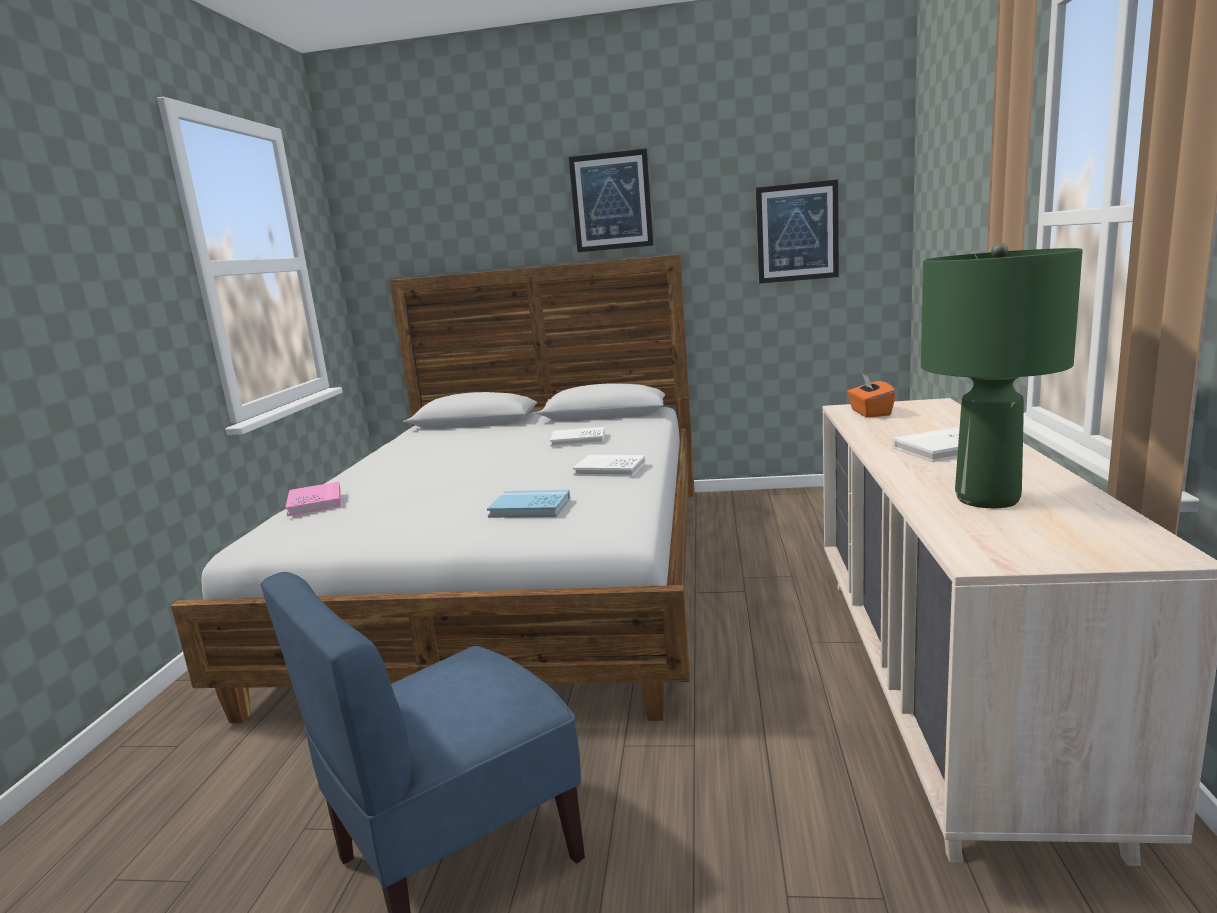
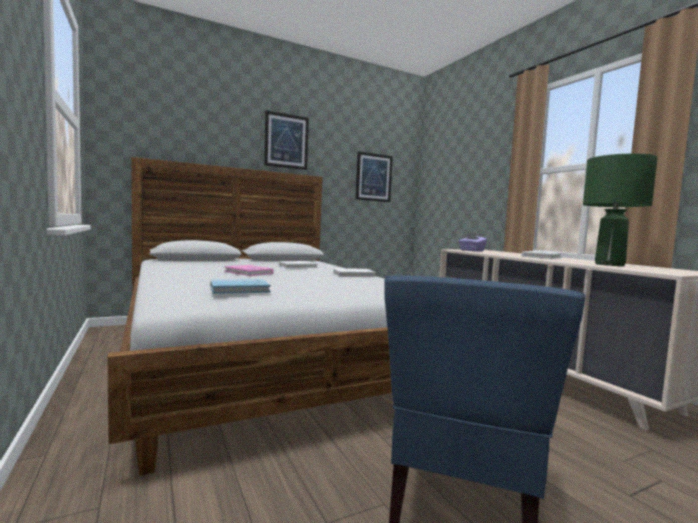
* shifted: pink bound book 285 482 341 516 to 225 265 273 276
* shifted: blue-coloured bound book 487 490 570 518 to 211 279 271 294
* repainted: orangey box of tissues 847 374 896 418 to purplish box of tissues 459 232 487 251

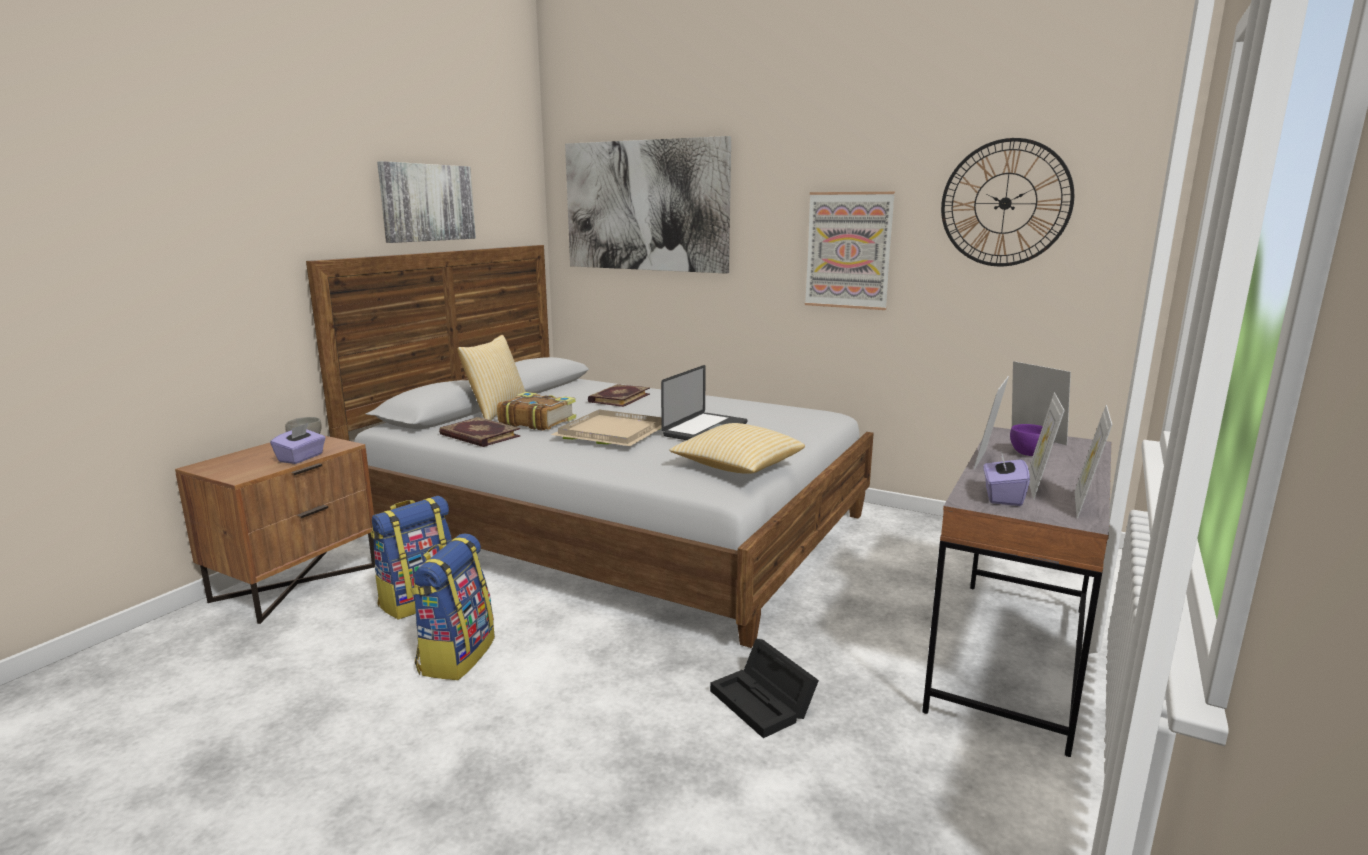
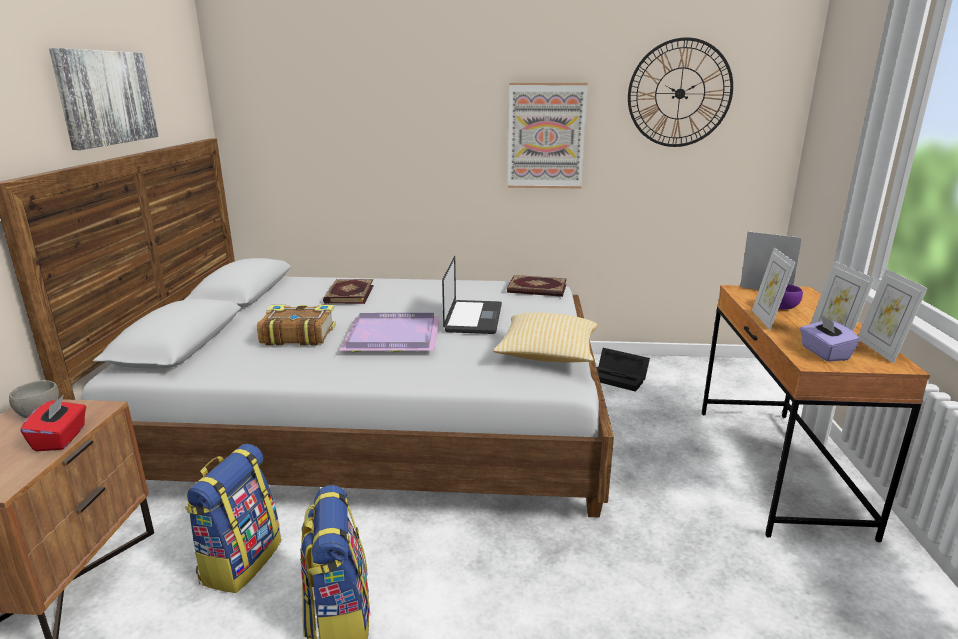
* gone: cushion 457 335 526 420
* gone: wall picture 565 136 731 274
* shifted: bound book 439 417 521 447 to 507 275 567 297
* shifted: black-coloured storage bin 710 639 819 738 to 597 348 650 392
* repainted: purplish box of tissues 270 423 325 464 to reddish box of tissues 21 395 86 451
* repainted: beige carrying tray 551 410 662 446 to purplish carrying tray 339 313 440 352
* repainted: grey desk table 922 427 1111 757 to brown desk table 702 285 930 542

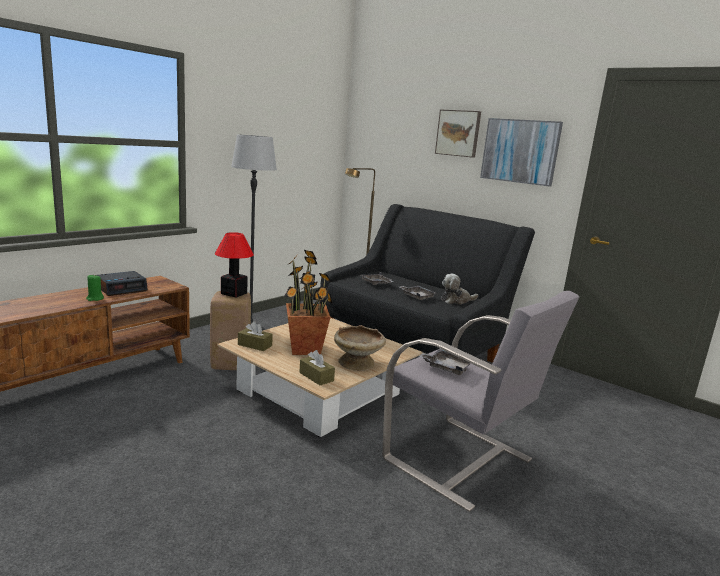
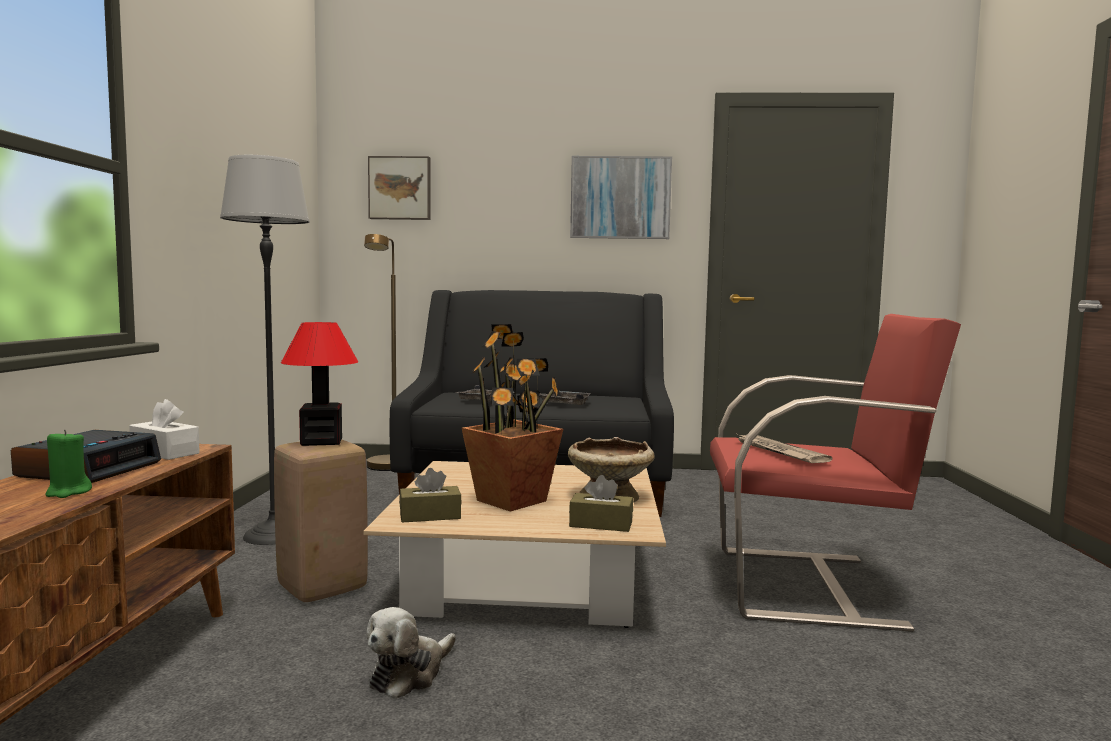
* new: white box of tissues 129 399 200 460
* shifted: wall picture 435 110 481 158 to 368 156 431 220
* shifted: plush toy 441 274 478 305 to 366 607 456 699
* swapped: grey carrying tray 419 349 471 375 to printed paper 735 433 832 463
* repainted: grey easy chair 382 291 580 512 to reddish easy chair 710 314 961 632

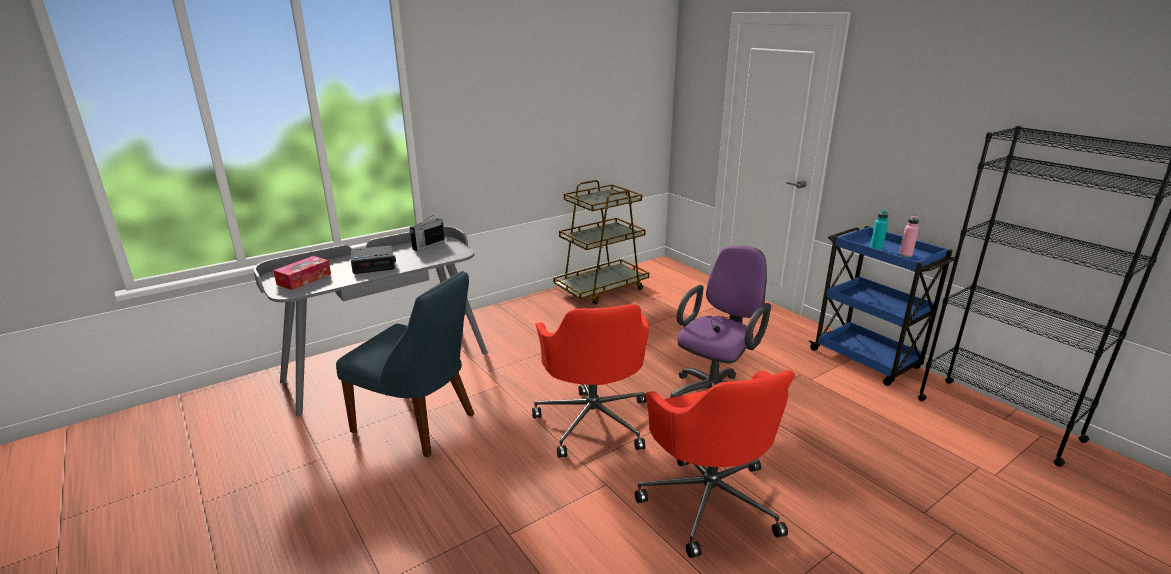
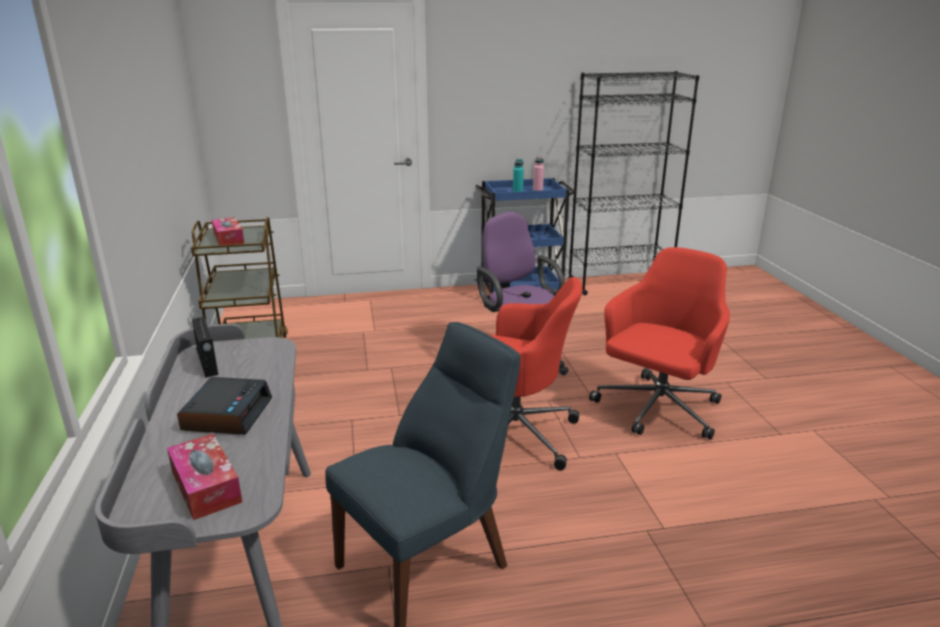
* new: box of tissues 212 217 244 245
* rotated: reddish office chair 635 370 795 558 = 589 247 730 440 60 degrees counterclockwise

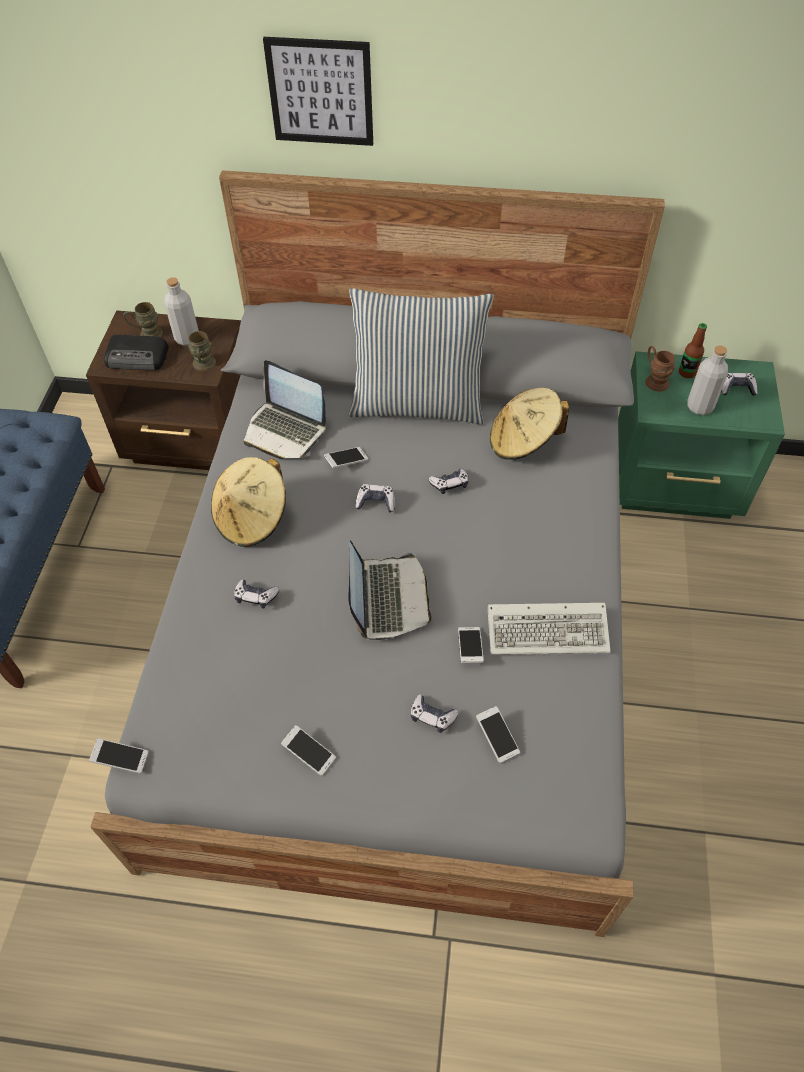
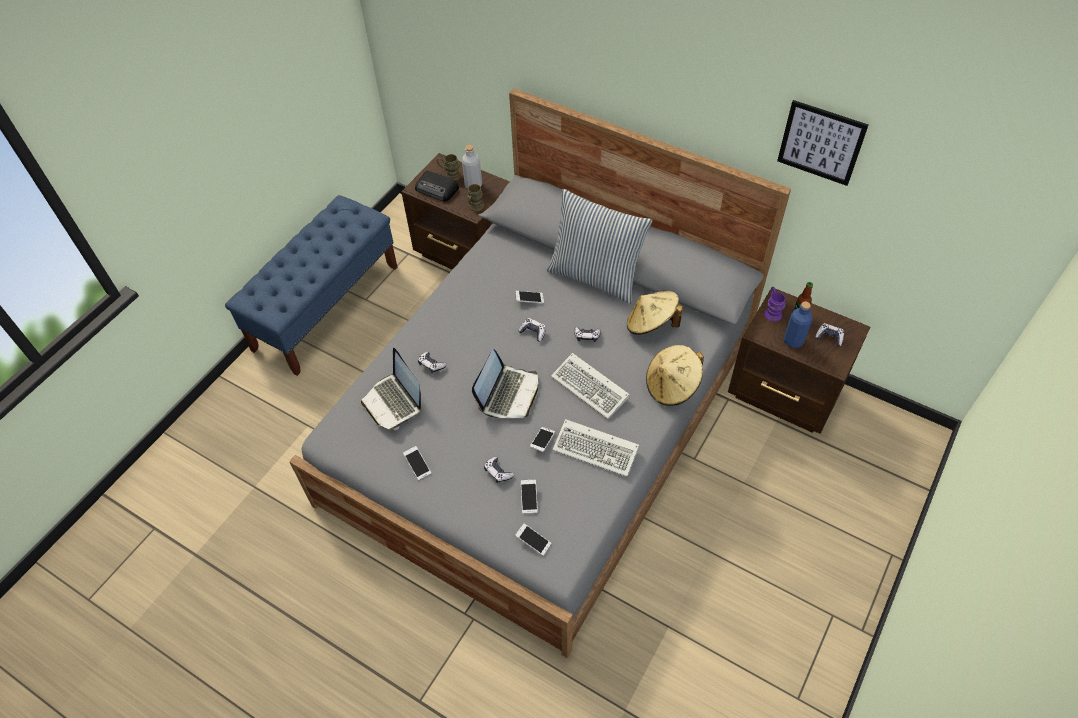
* new: computer keyboard 551 353 630 419
* shifted: handset 89 738 149 774 to 515 523 551 556
* shifted: beige hat 211 457 286 547 to 646 345 704 406
* shifted: laptop 243 360 326 459 to 361 348 421 430
* shifted: wall picture 263 37 373 146 to 777 100 868 186
* repainted: greenish nightstand 618 351 785 519 to brown nightstand 728 287 870 434
* repainted: brown mug 645 346 675 392 to purplish mug 764 287 785 322
* repainted: grey beverage bottle 687 345 728 415 to blue-coloured beverage bottle 784 301 812 348

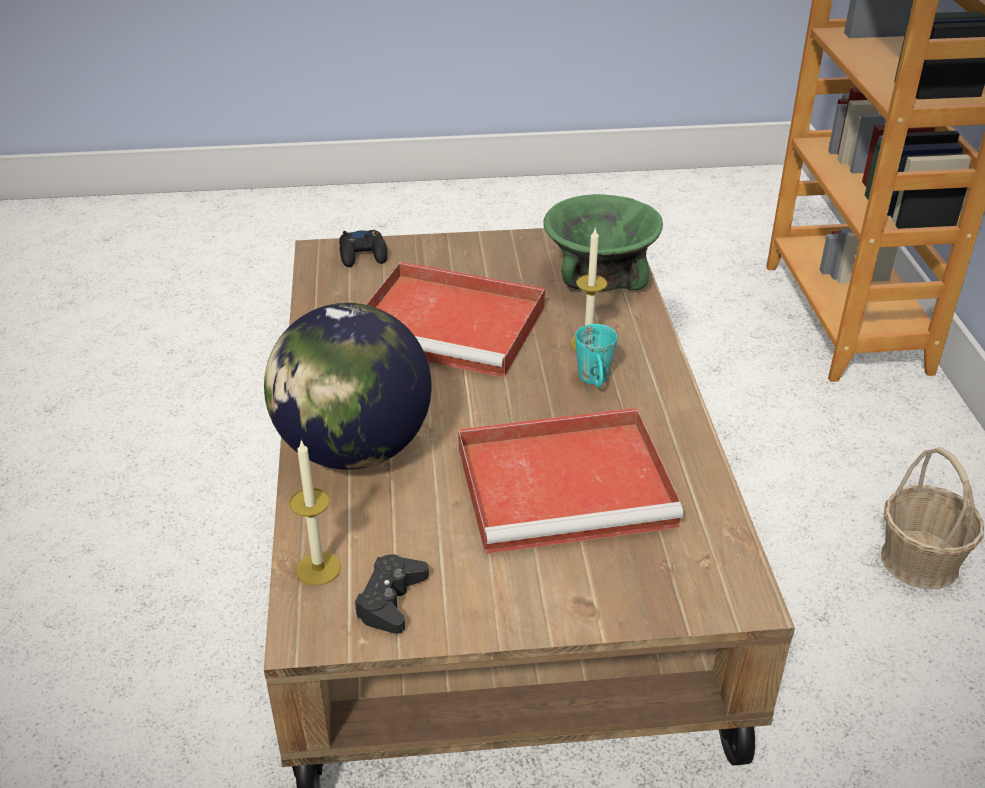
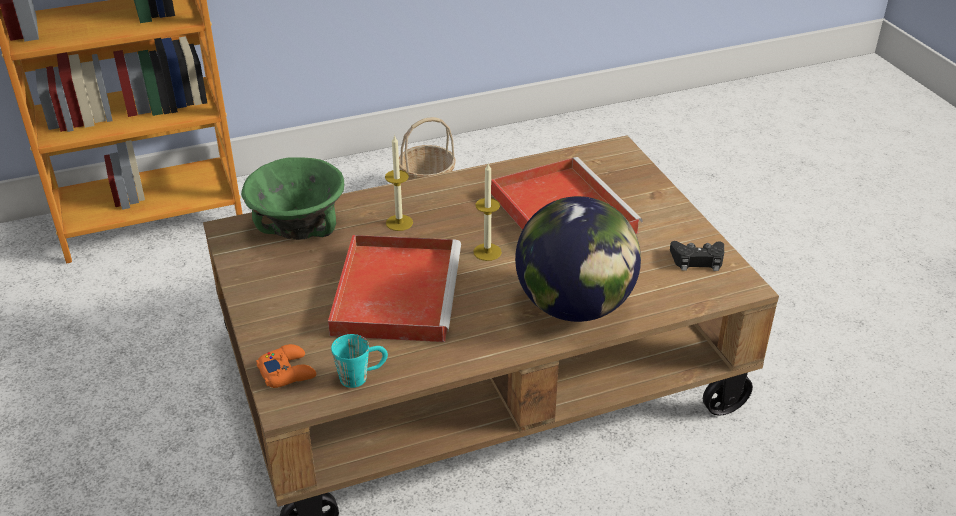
* shifted: wax candle 289 440 341 586 to 473 164 502 261
* shifted: turquoise-coloured mug 575 324 617 387 to 331 334 388 388
* repainted: black-coloured game controller 339 230 388 267 to orangey game controller 256 344 316 388

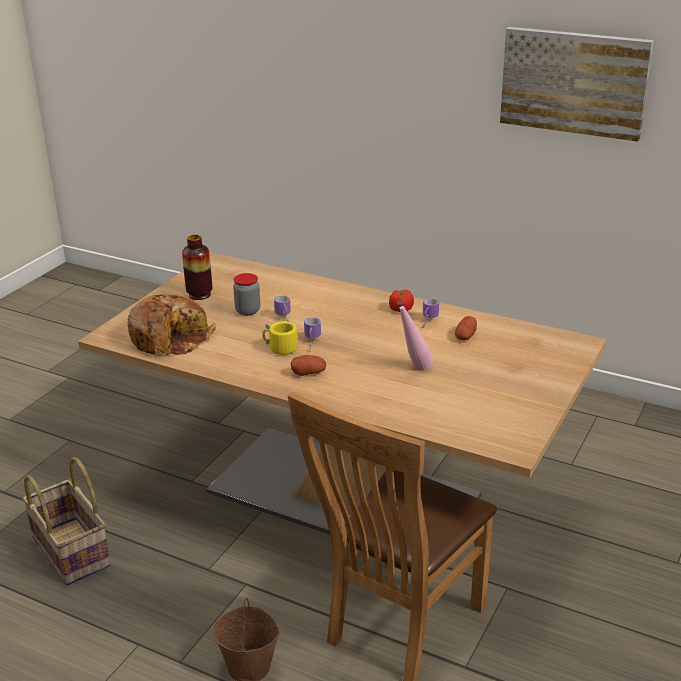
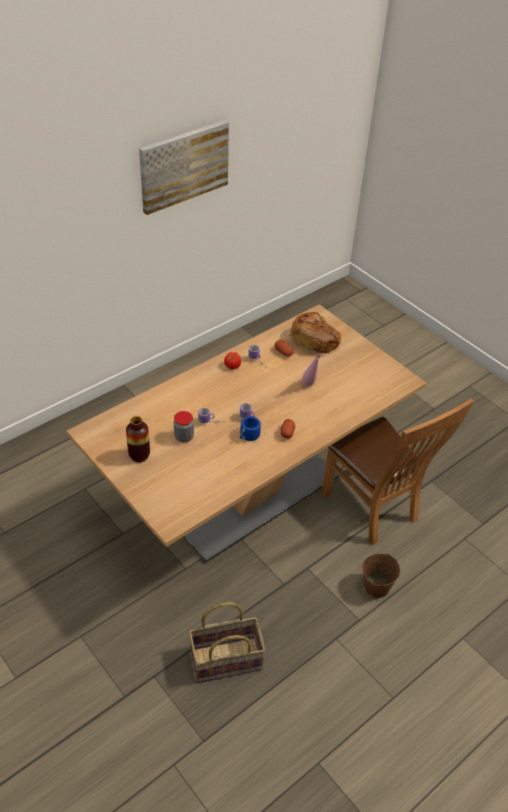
* shifted: baked bread 128 295 216 355 to 289 312 341 354
* repainted: yellow-coloured mug 262 321 298 360 to blue-coloured mug 240 416 261 441

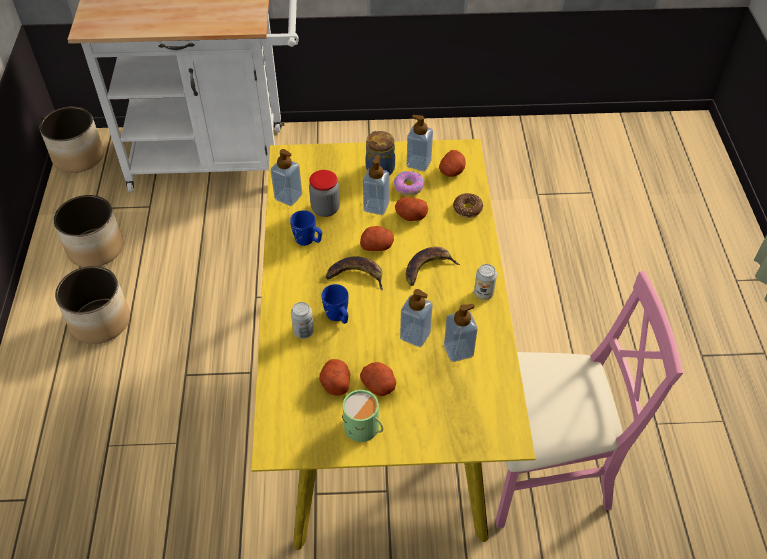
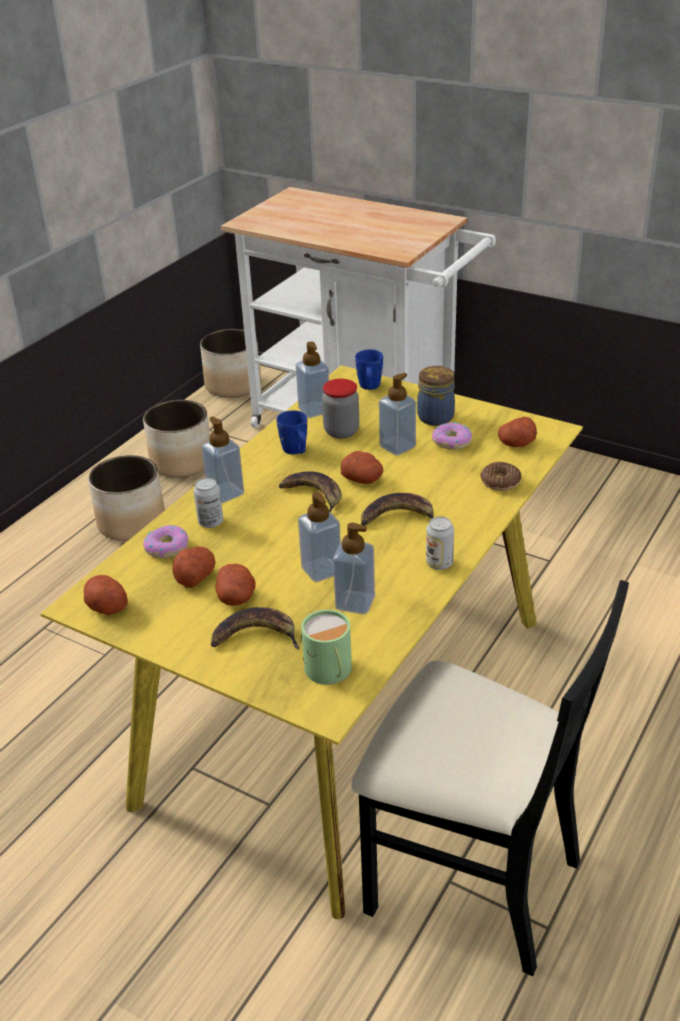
* new: donut 143 525 188 559
* new: banana fruit 211 607 299 649
* shifted: blue-coloured mug 321 284 349 324 to 355 349 383 390
* shifted: greenish mug 342 390 383 442 to 301 610 352 685
* shifted: spud 395 197 428 221 to 84 575 128 615
* shifted: soap dispenser 407 115 433 171 to 201 417 244 503
* repainted: pink upright chair 496 271 683 528 to black-coloured upright chair 351 580 629 976

